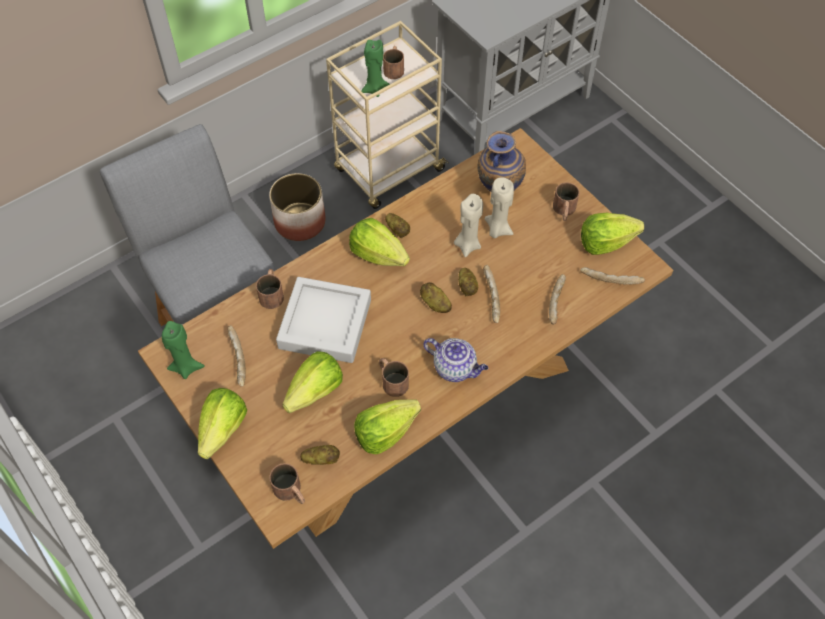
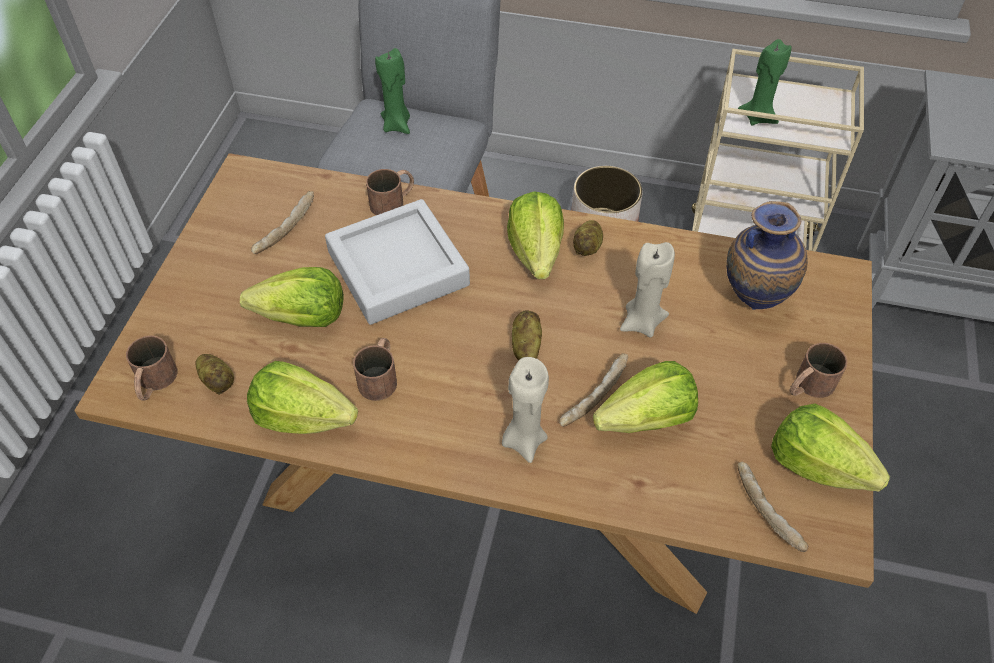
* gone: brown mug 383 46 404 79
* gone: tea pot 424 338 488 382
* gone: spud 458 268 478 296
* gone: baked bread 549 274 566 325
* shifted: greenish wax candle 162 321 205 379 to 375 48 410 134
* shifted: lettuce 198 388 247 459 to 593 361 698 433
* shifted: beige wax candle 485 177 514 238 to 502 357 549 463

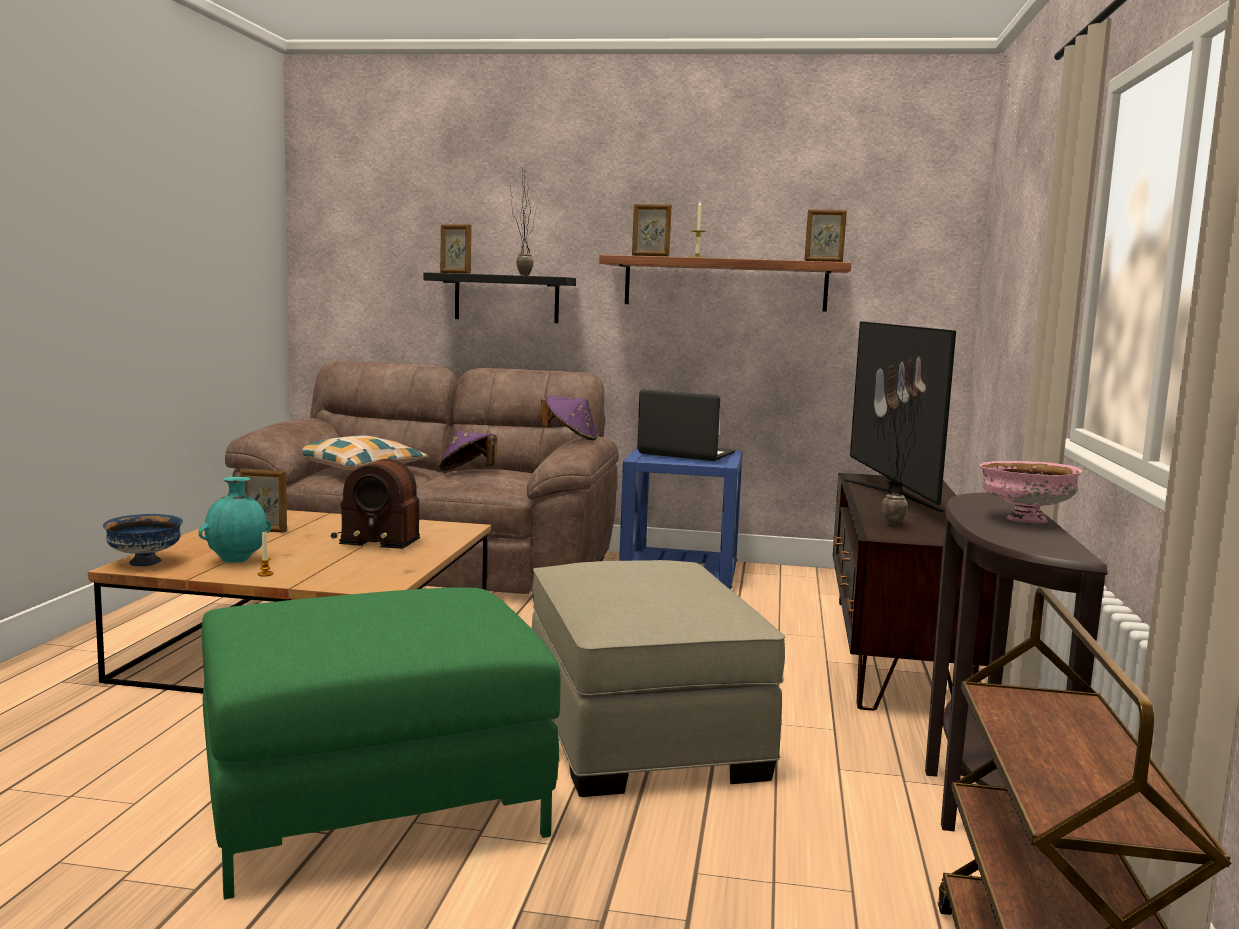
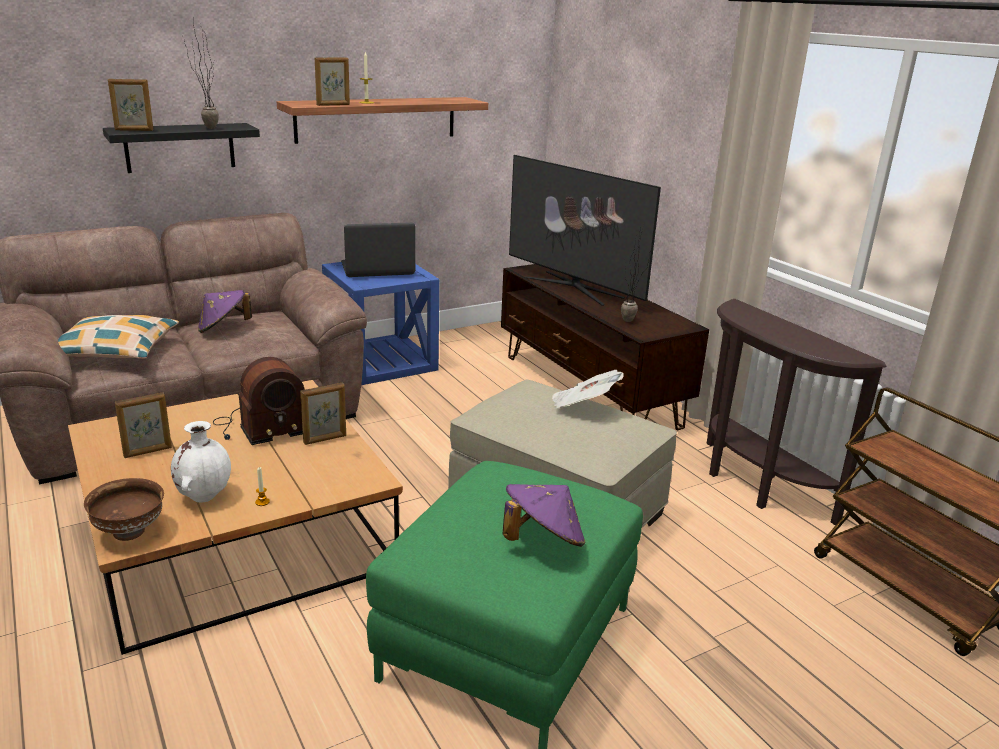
* gone: pink serving bowl 979 461 1082 523
* new: printed paper 552 370 624 409
* shifted: purplish hat 540 396 598 440 to 503 484 585 547
* shifted: standing frame 804 209 847 262 to 300 383 346 445
* repainted: blue-coloured serving bowl 103 514 183 566 to brown serving bowl 84 478 164 541
* repainted: turquoise-coloured decorative vase 198 477 272 563 to white decorative vase 171 421 231 503

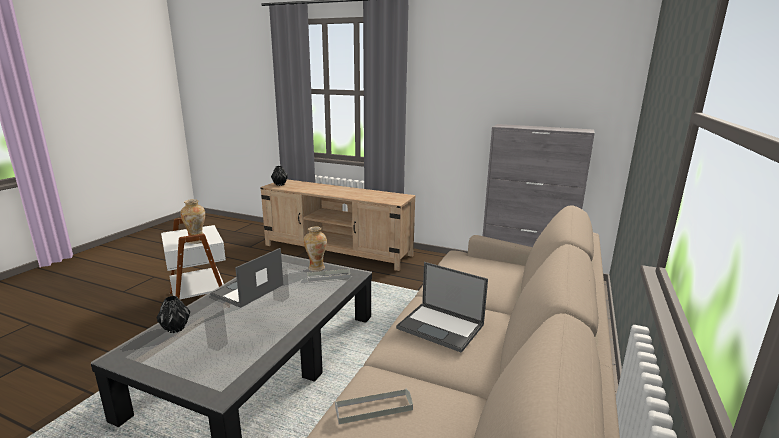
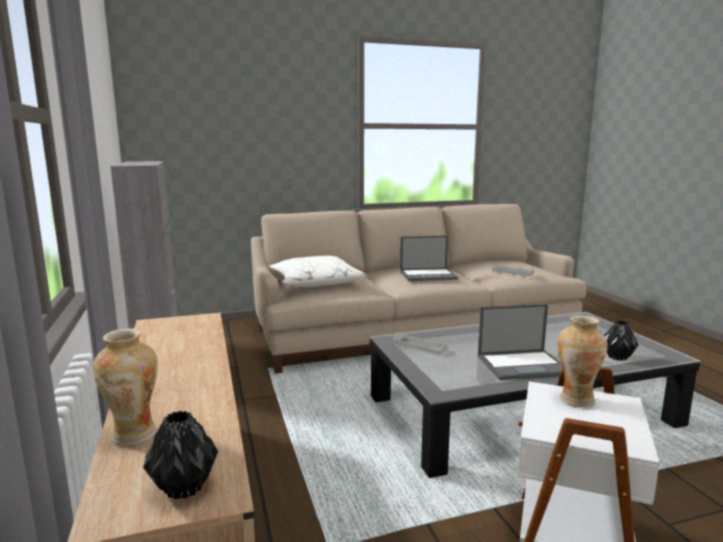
* new: white cushion 270 256 367 287
* shifted: decorative vase 304 226 327 272 to 93 329 158 446
* rotated: laptop 396 262 488 353 = 400 236 458 281 90 degrees clockwise

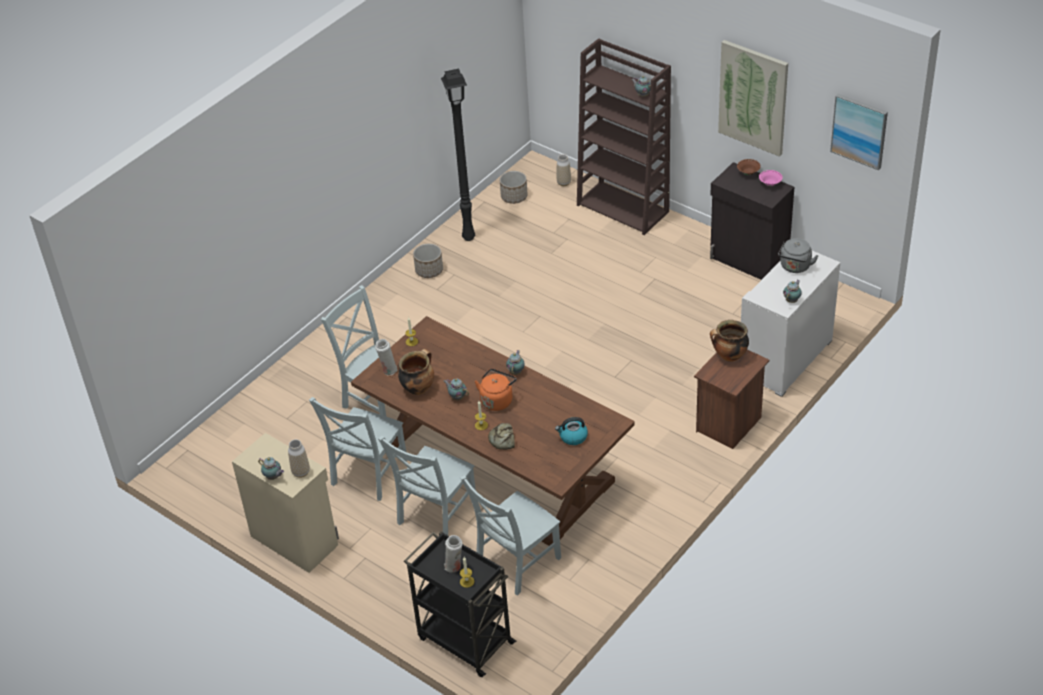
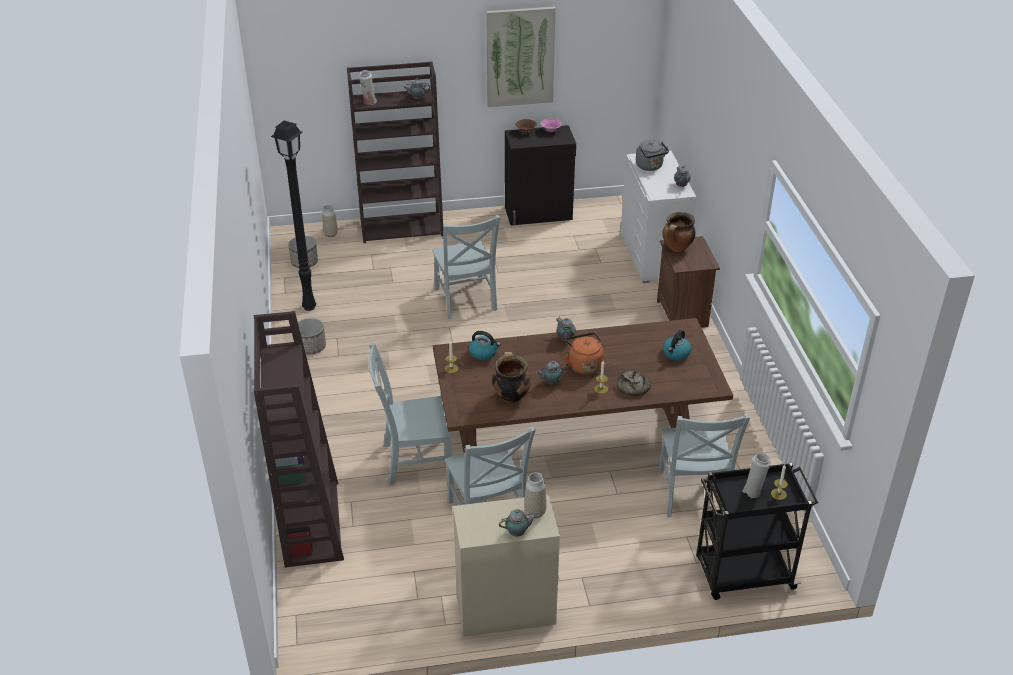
* gone: wall picture 830 94 888 170
* new: brown shelving unit 254 311 344 568
* new: water kettle 469 331 501 360
* shifted: white decorative vase 375 339 398 375 to 359 70 377 105
* shifted: grey upright chair 378 436 476 535 to 432 215 500 319

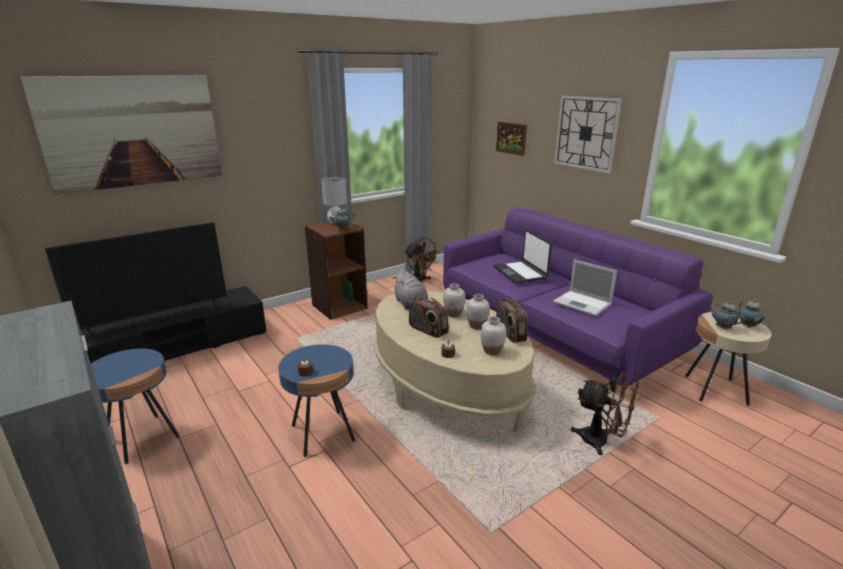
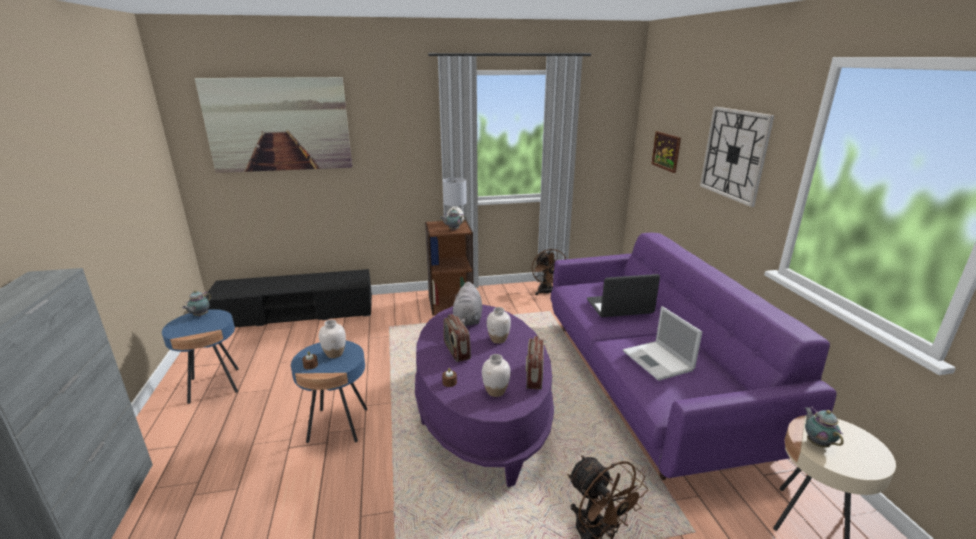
* gone: TV set 45 222 227 338
* shifted: white decorative vase 466 294 490 329 to 319 320 346 358
* shifted: tea pot 738 299 767 328 to 182 290 211 317
* repainted: beige lounge table 373 291 536 432 to purplish lounge table 415 304 554 487
* rotated: laptop 493 230 552 283 = 587 274 660 317 75 degrees clockwise

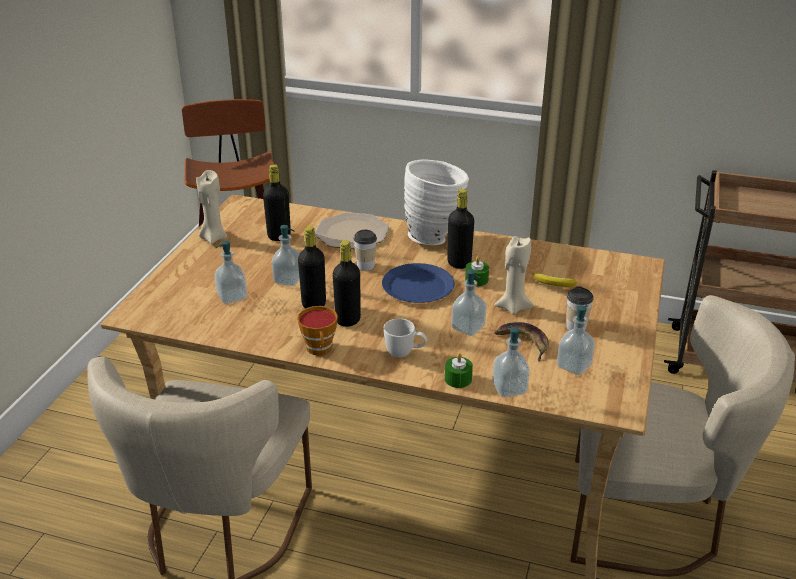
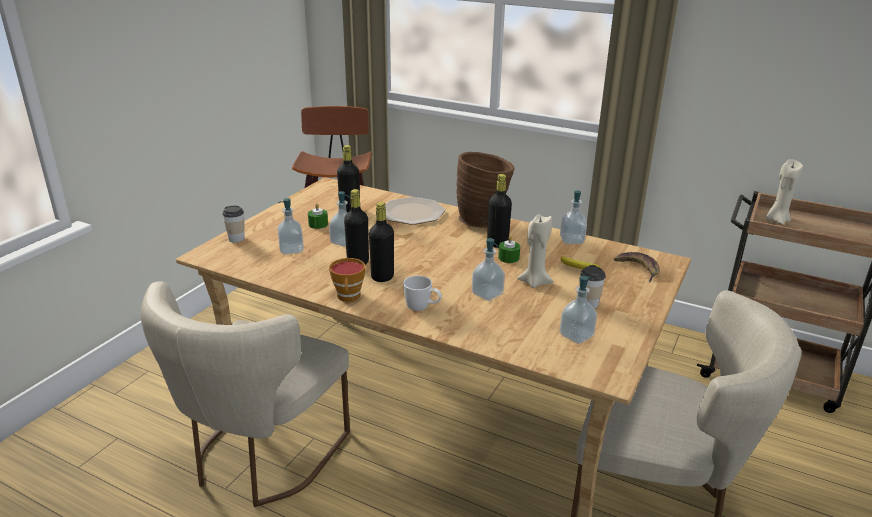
* gone: blue-coloured dinner plate 382 263 455 303
* shifted: beige wax candle 196 170 227 244 to 766 159 803 225
* shifted: cup 353 230 377 271 to 222 206 245 243
* shifted: greenish wax candle 445 353 473 388 to 308 203 328 229
* shifted: soap dispenser 492 326 530 397 to 560 190 587 244
* shifted: banana fruit 495 322 549 362 to 614 252 660 282
* repainted: white decorative vase 404 159 469 245 to brown decorative vase 456 152 514 228

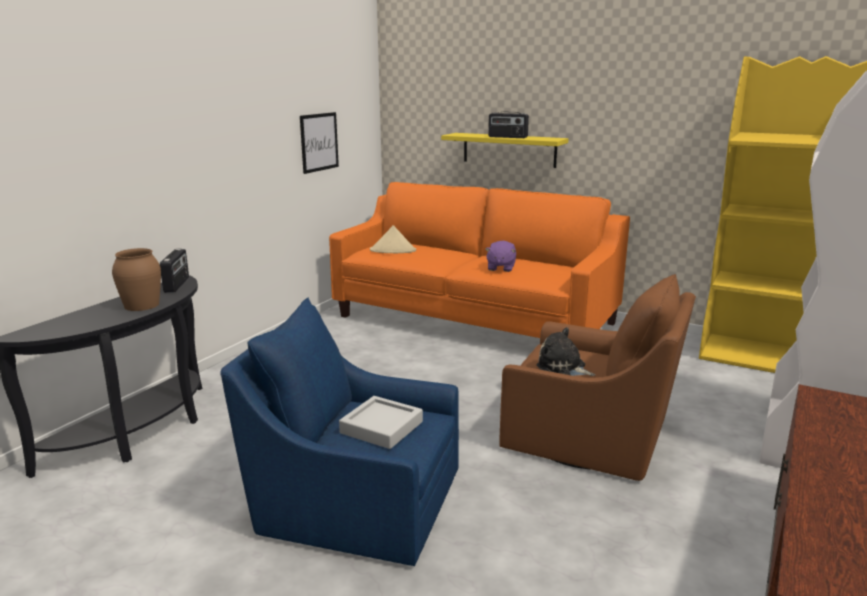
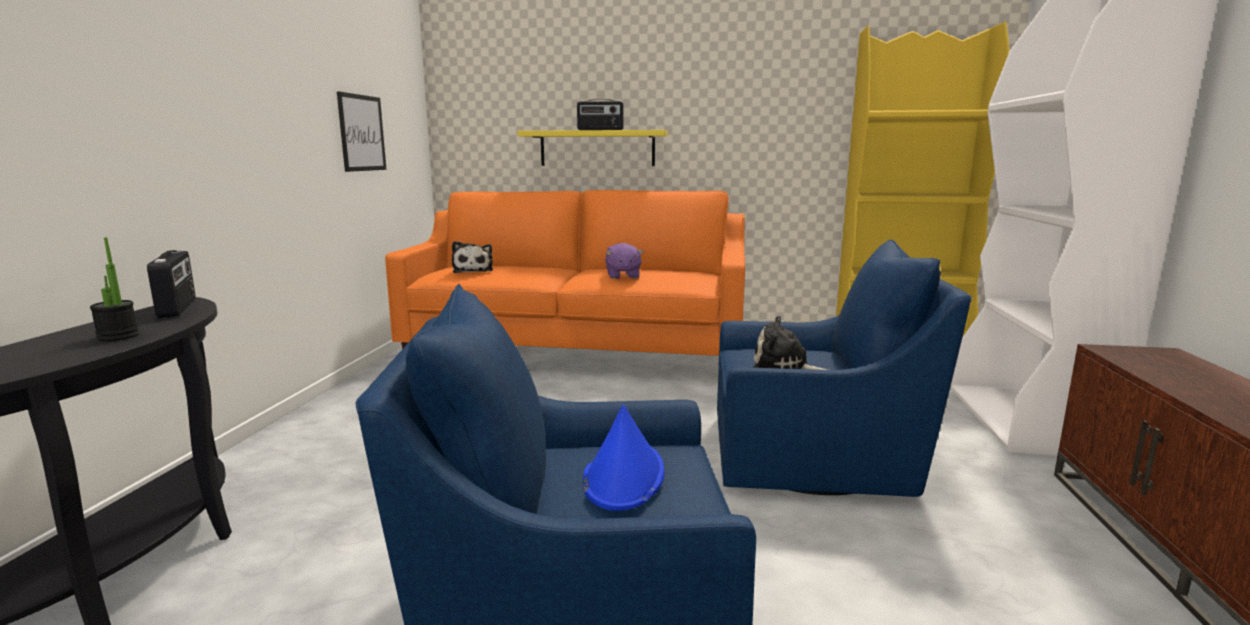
* swapped: brown decorative vase 112 248 161 311 to houseplant 90 238 139 341
* swapped: grey carrying tray 339 396 423 449 to blue-coloured hat 583 405 664 511
* swapped: beige hat 370 225 416 253 to plush toy 452 241 493 273
* repainted: brown easy chair 499 274 696 481 to blue-coloured easy chair 717 239 972 497

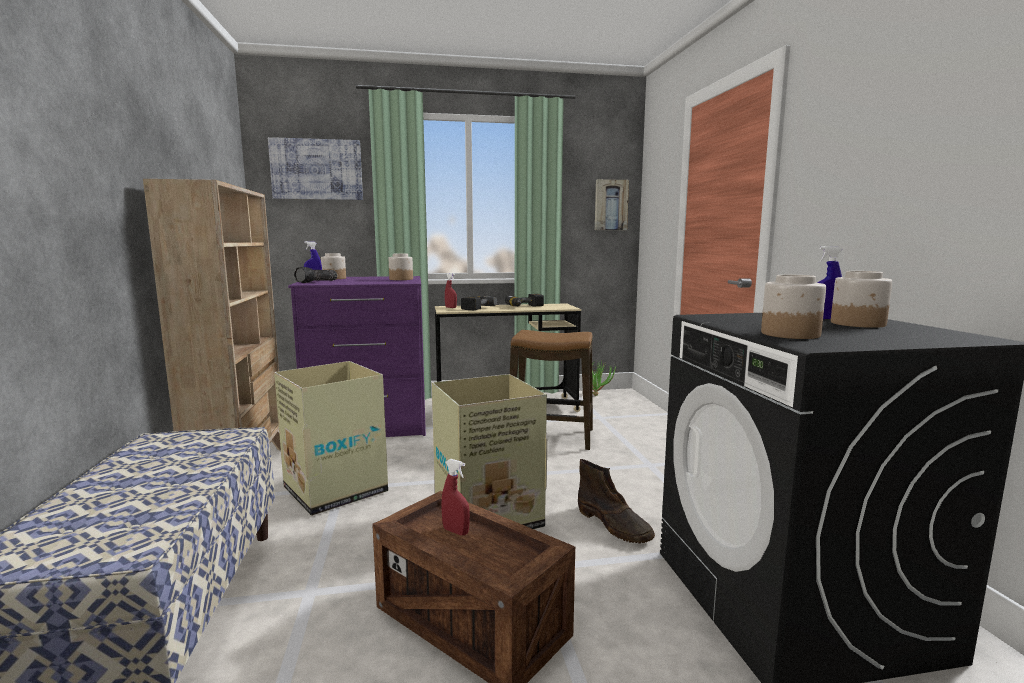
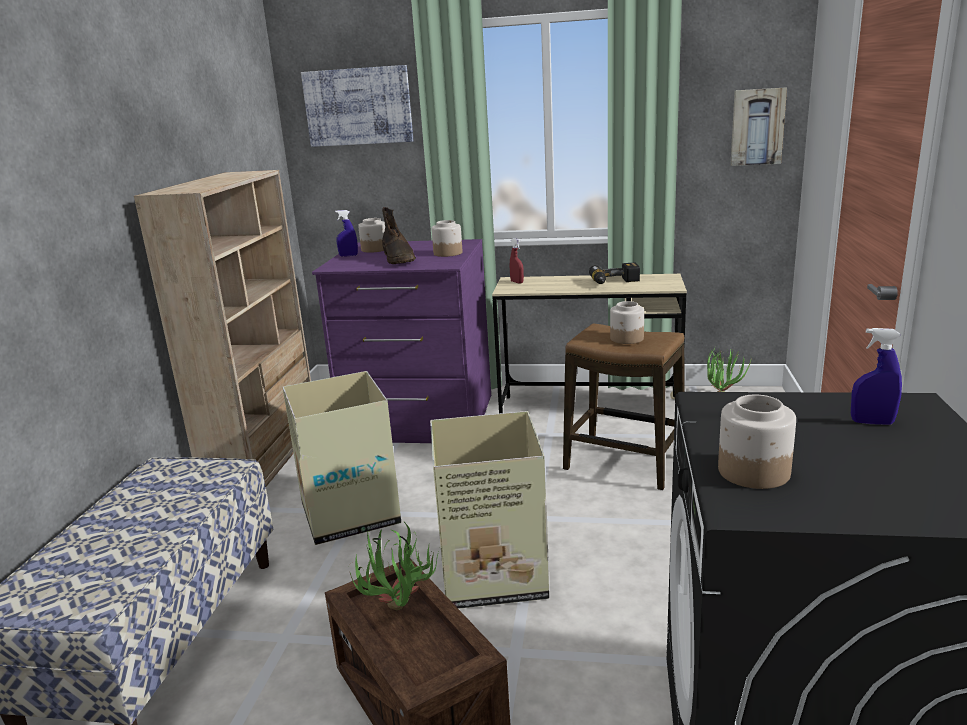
* gone: flashlight 294 267 337 283
* gone: electric drill 461 296 497 310
* shifted: brown boot 578 459 655 543 to 382 207 416 264
* shifted: preserve jar 831 271 892 328 to 610 301 644 344
* swapped: reddish sprayer 441 459 470 535 to houseplant 350 522 440 610

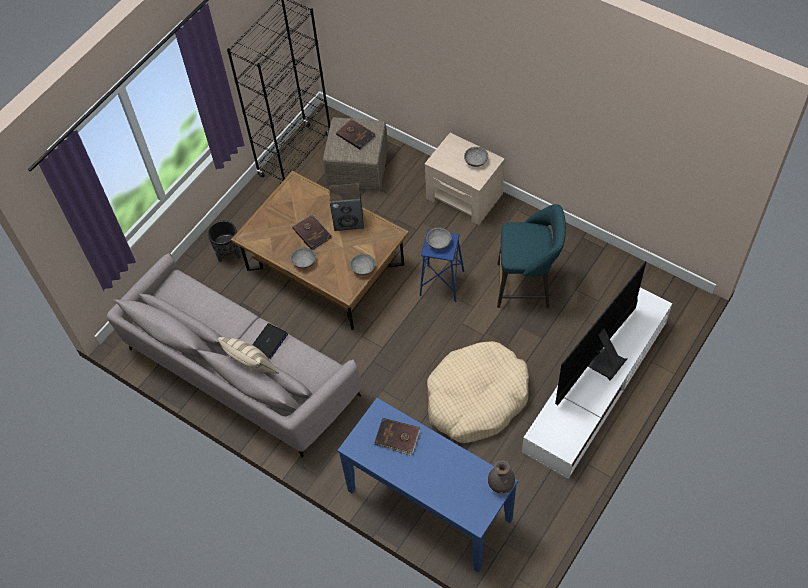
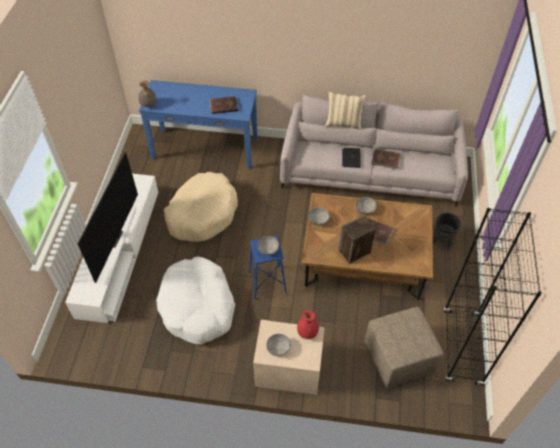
* new: reddish decorative vase 297 310 319 339
* shifted: brown bound book 336 118 375 150 to 371 149 401 169
* swapped: turquoise-coloured sitting stool 497 204 566 309 to white dog bed 156 256 235 345

